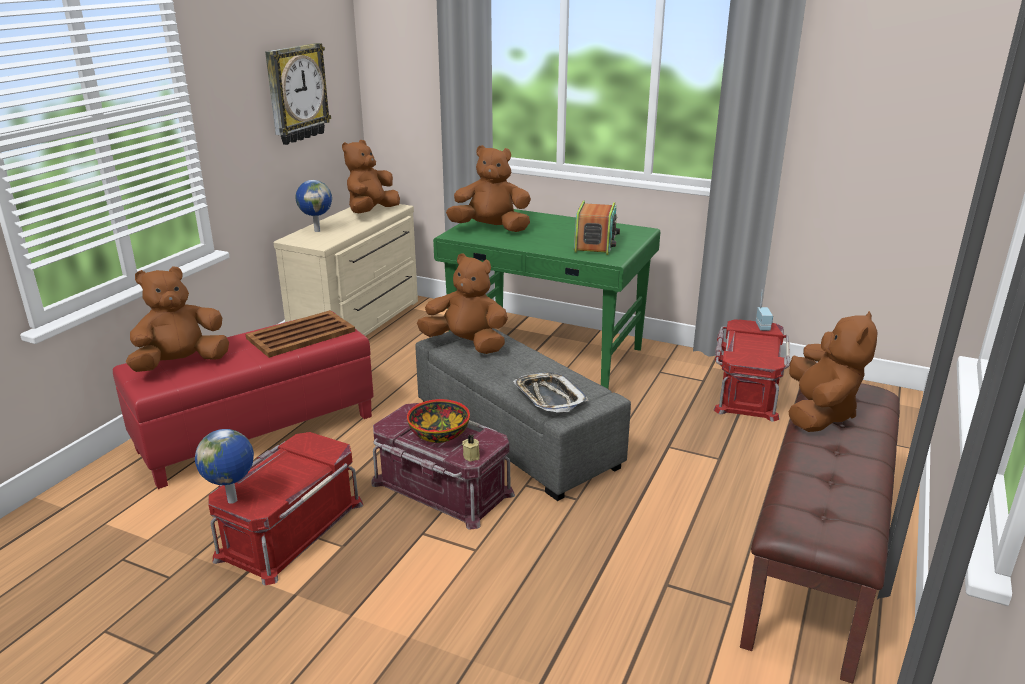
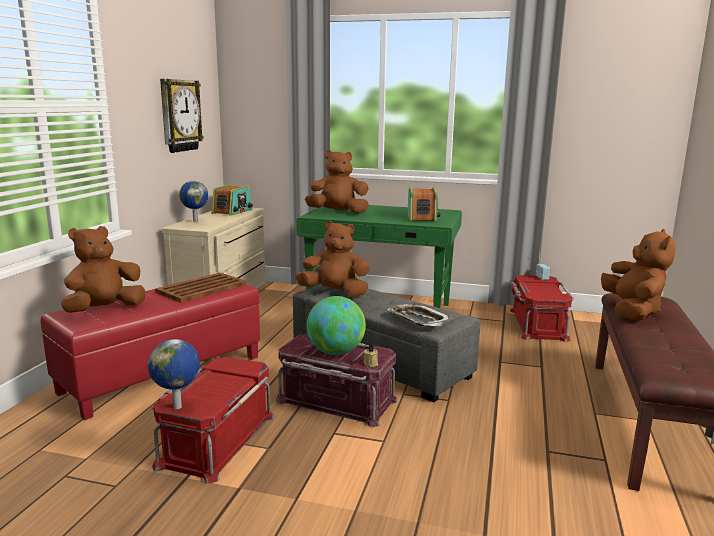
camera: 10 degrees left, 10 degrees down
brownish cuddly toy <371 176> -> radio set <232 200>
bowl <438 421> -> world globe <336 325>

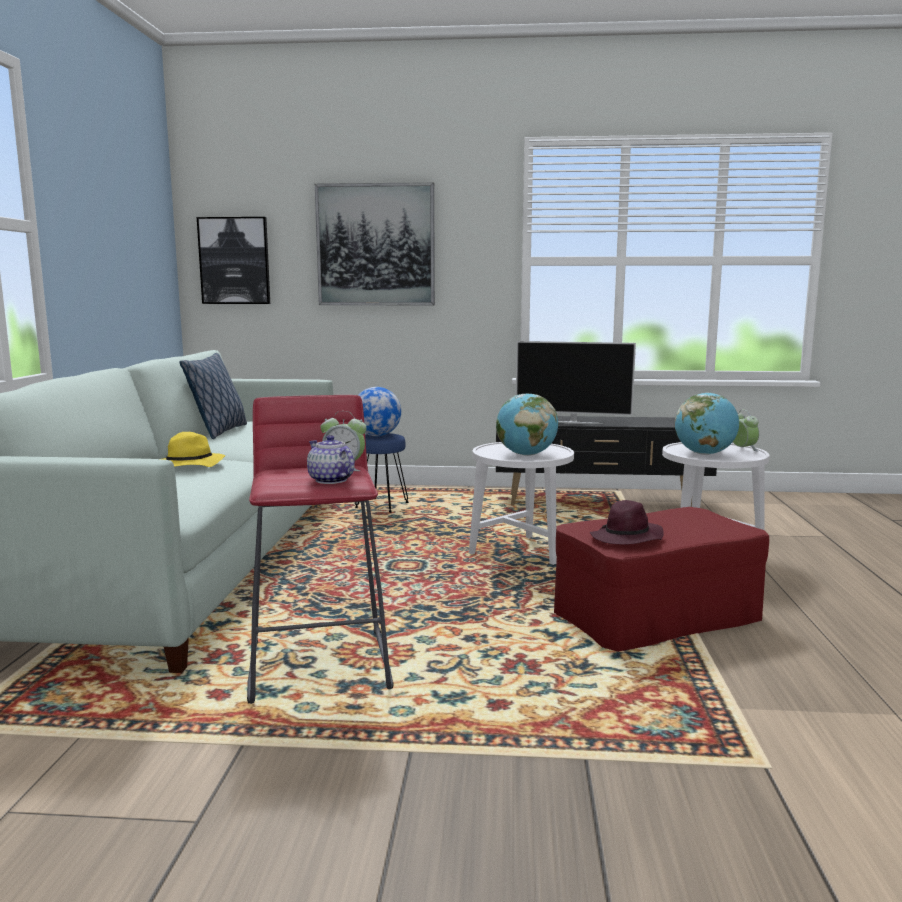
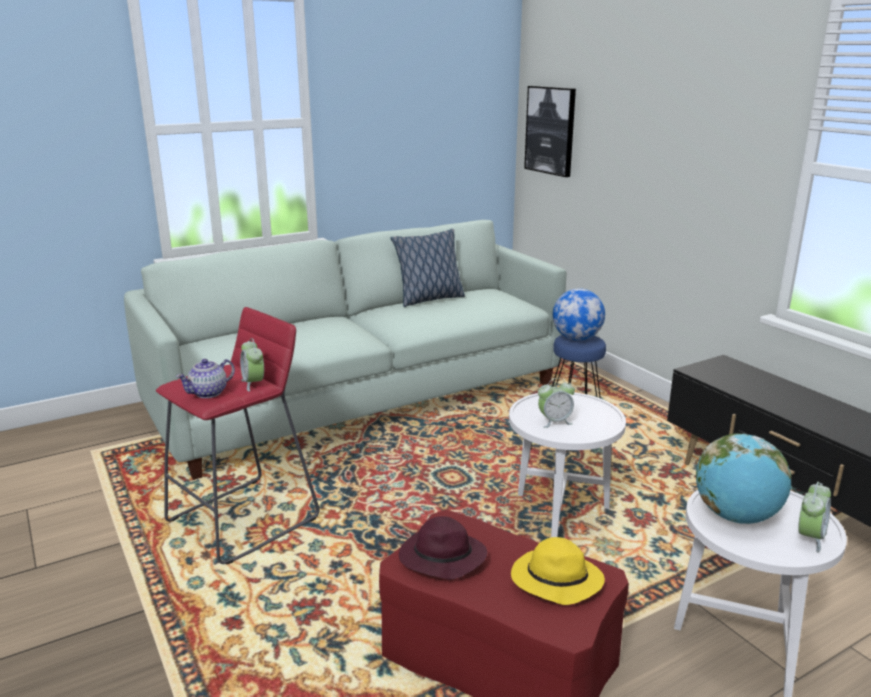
camera: 55 degrees right, 10 degrees up
picture <375 243> -> none
TV <576 382> -> none
yellow hat <194 449> -> yellow hat <558 571>, shifted
world globe <527 425> -> table clock <556 403>
pot for tea <331 459> -> pot for tea <205 378>, 150 degrees counterclockwise

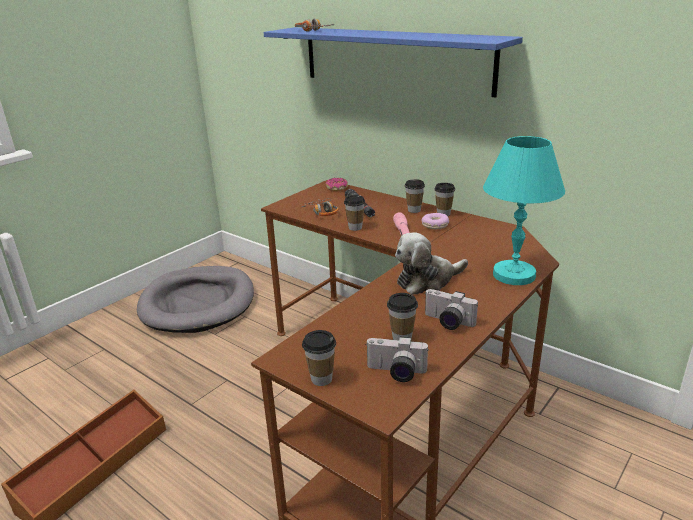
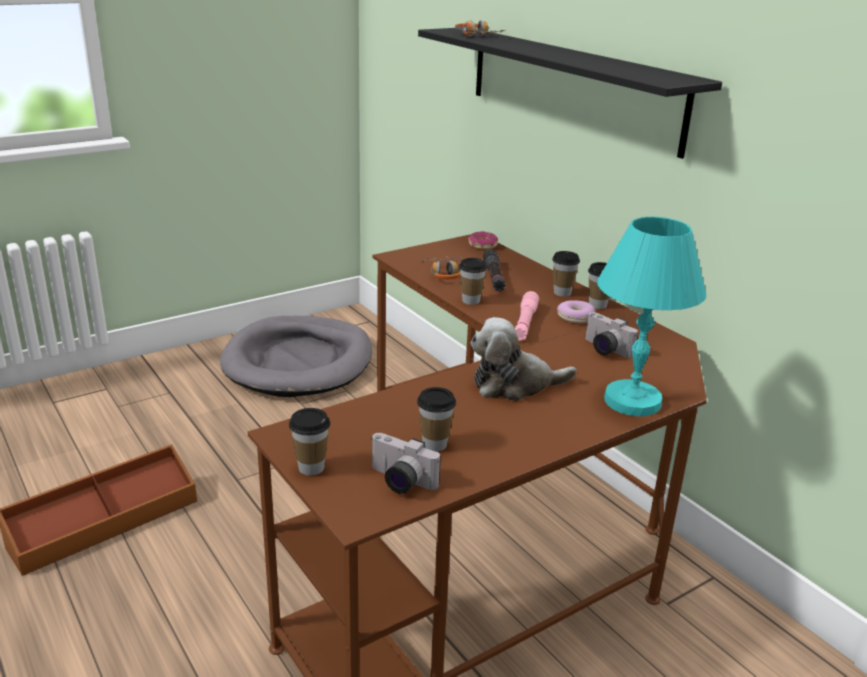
camera: 15 degrees right, 0 degrees up
still camera <451 309> -> still camera <611 335>, shifted
bluish wall shelf <393 62> -> blackish wall shelf <570 93>

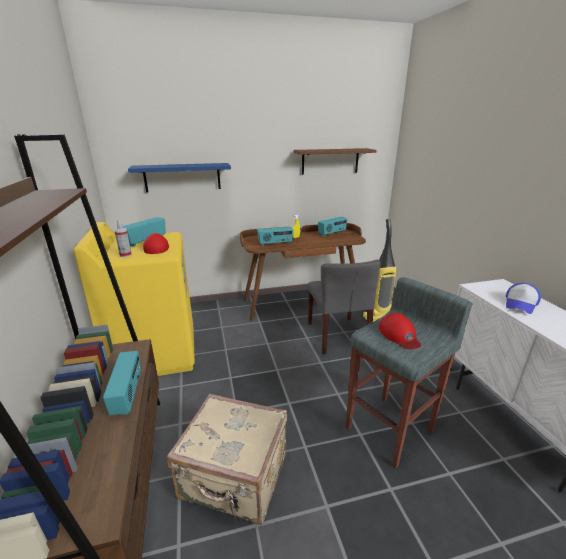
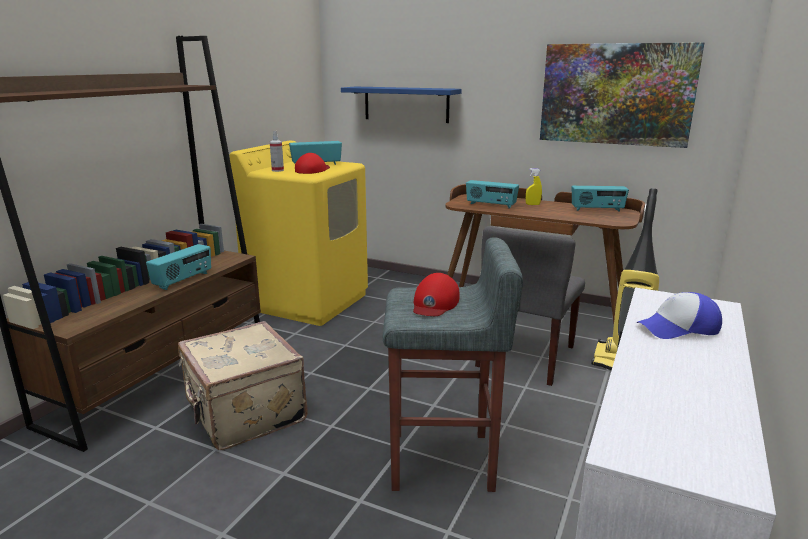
camera: 40 degrees right, 5 degrees down
brownish wall shelf <335 161> -> picture <622 95>

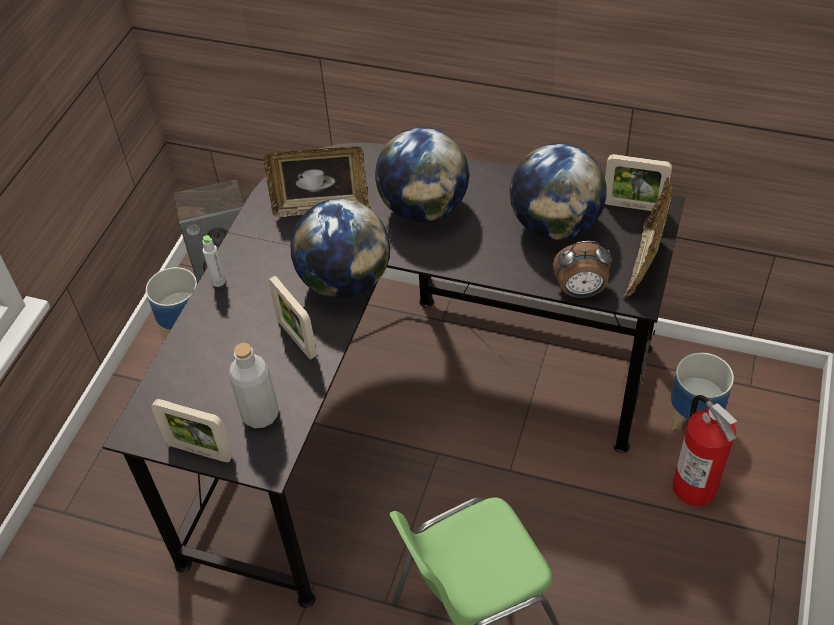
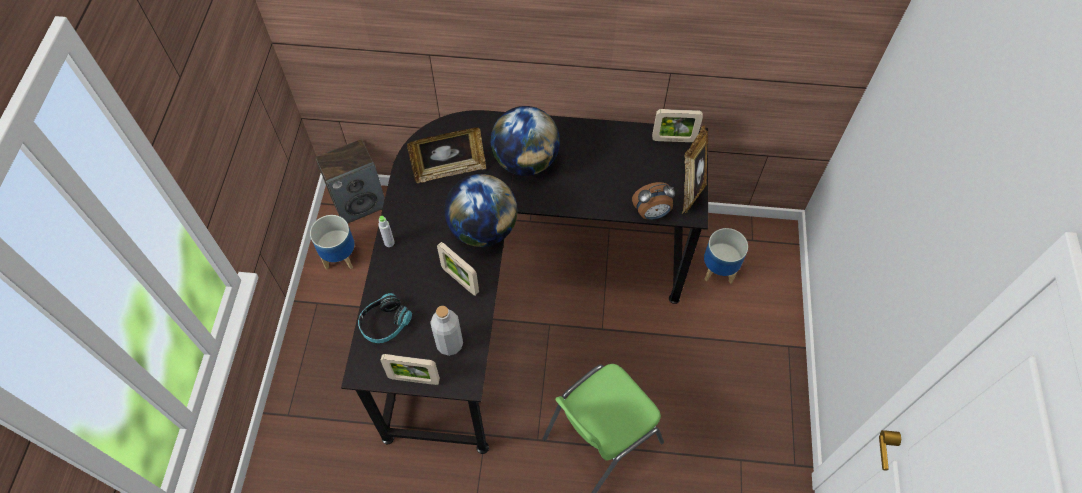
camera: 15 degrees left, 10 degrees up
world globe <558 191> -> none
extinguisher <705 450> -> none
none -> pair of headphones <385 318>

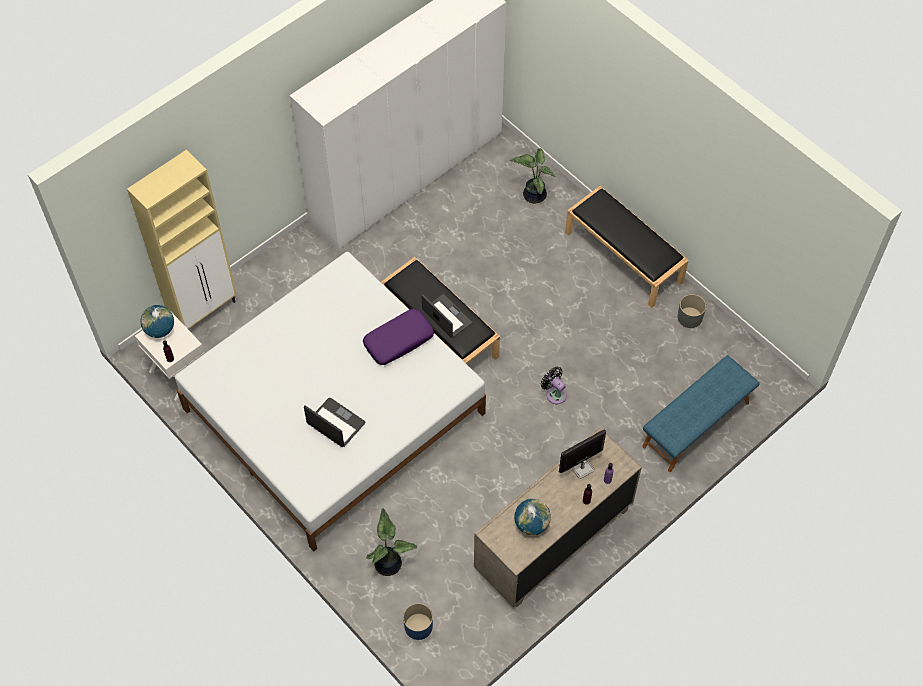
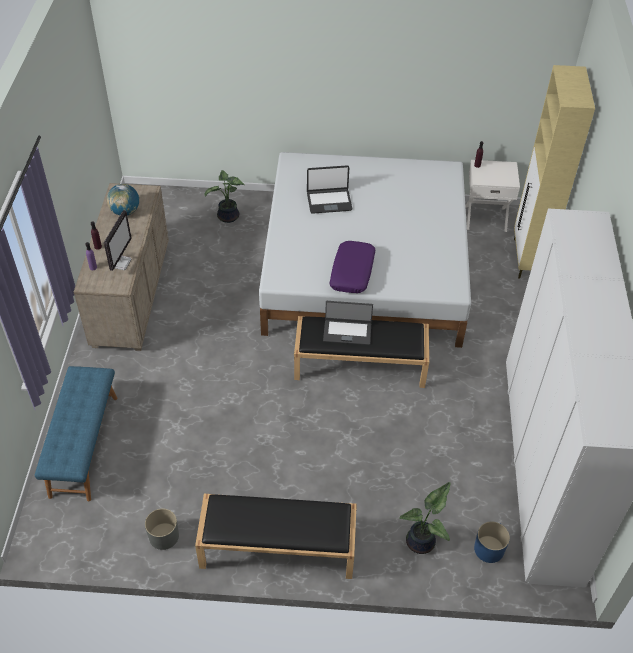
camera: 135 degrees right, 10 degrees down
world globe <157 321> -> none
blackish cooling fan <554 385> -> none
bluish plant pot <418 621> -> bluish plant pot <492 542>, shifted

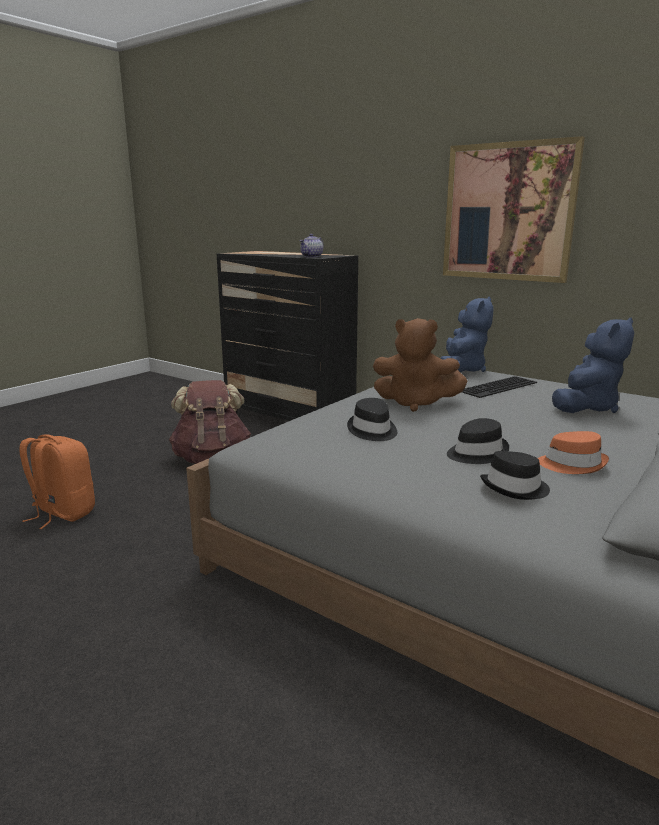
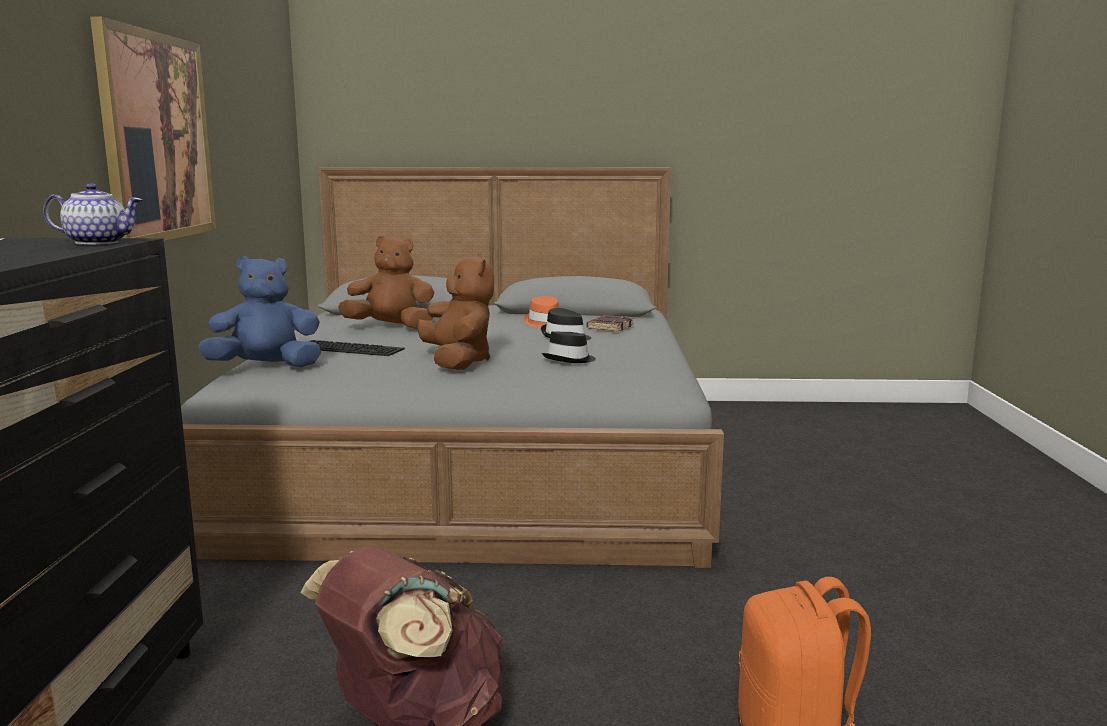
camera: 125 degrees left, 5 degrees down
blackish hat <515 475> -> brownish volume <610 323>
bluish cuddly toy <593 365> -> brownish cuddly toy <386 282>

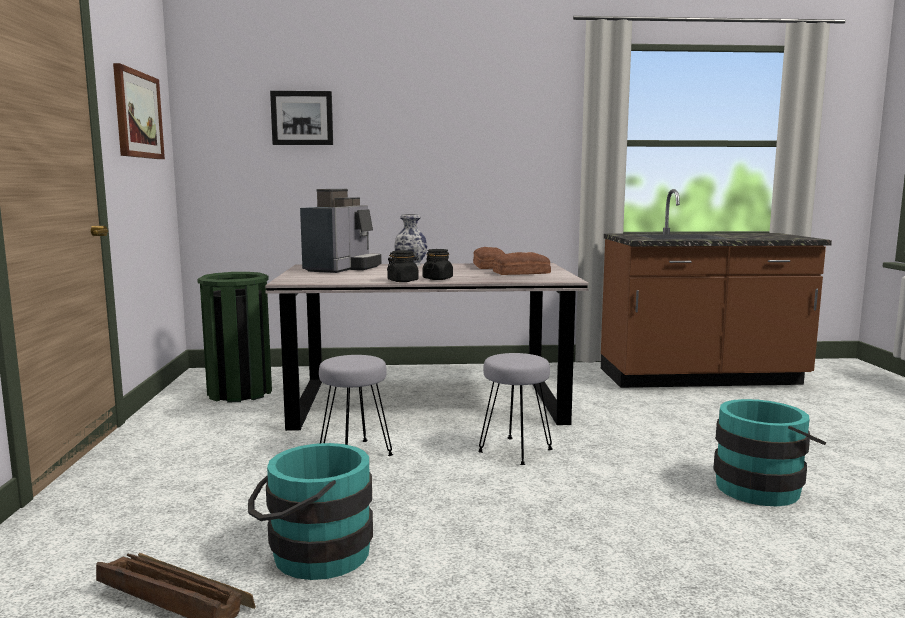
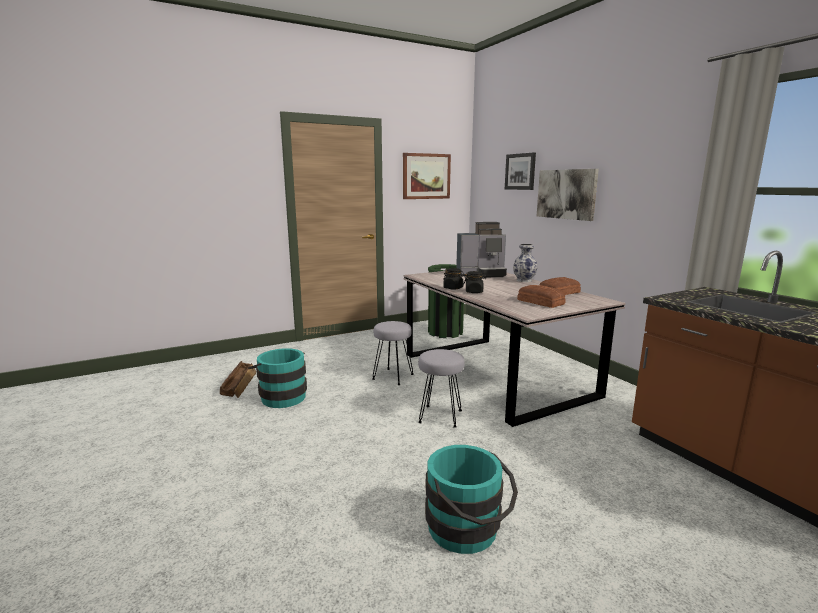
camera: 65 degrees right, 5 degrees up
none -> picture <568 195>

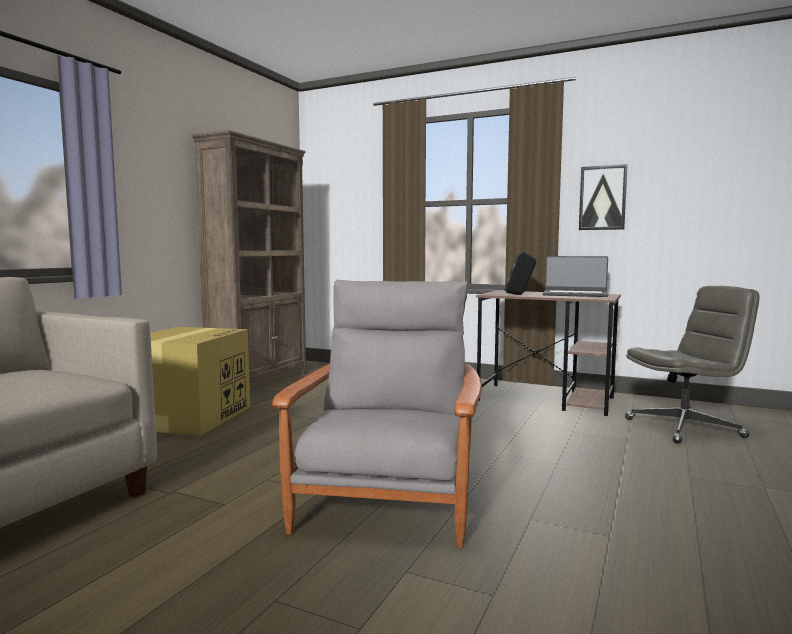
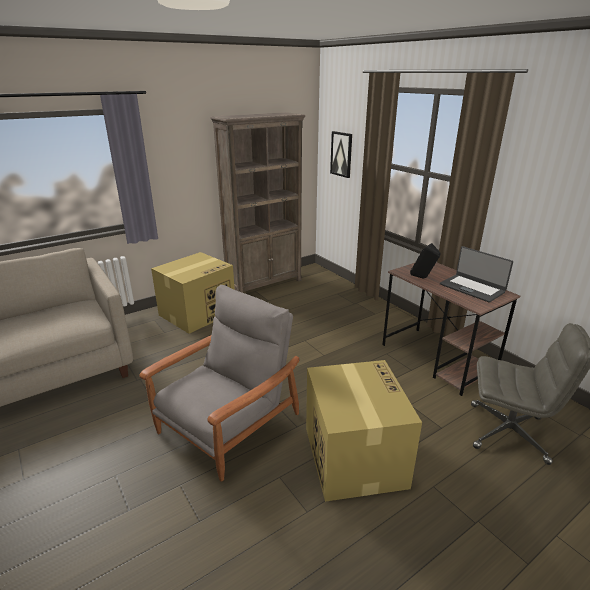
camera: 30 degrees right, 20 degrees up
none -> cardboard box <364 431>
picture <603 197> -> picture <341 154>, shifted

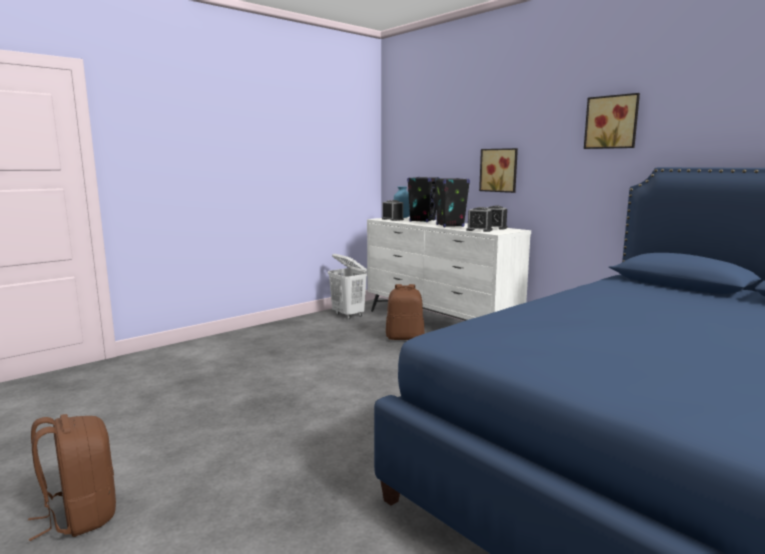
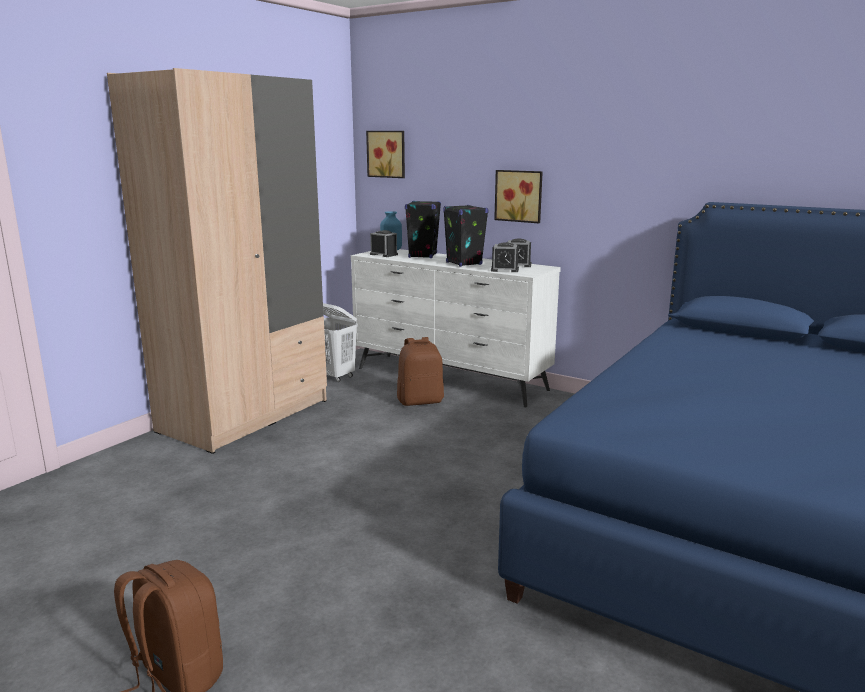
camera: 15 degrees left, 5 degrees up
none -> sand-coloured wardrobe <217 261>
picture <612 121> -> picture <385 154>, shifted

